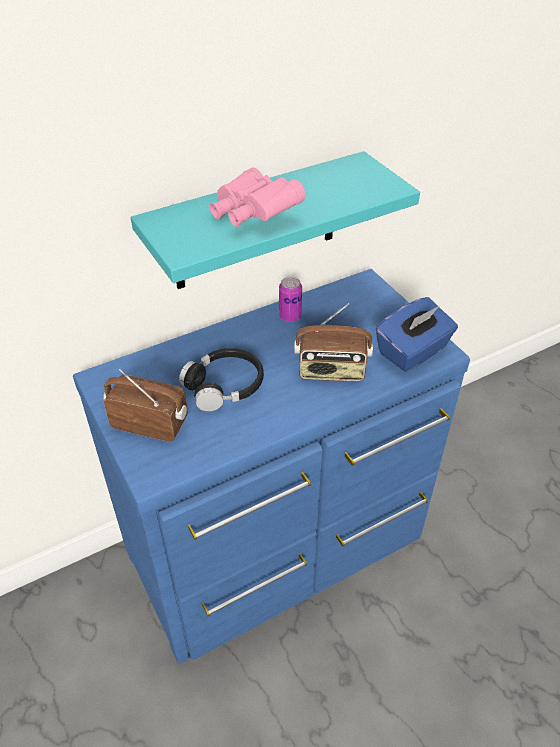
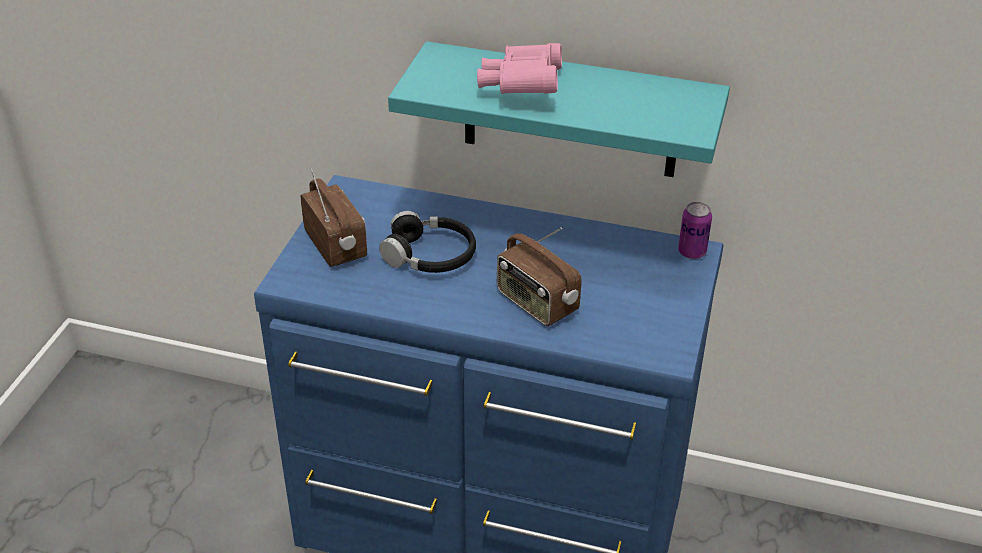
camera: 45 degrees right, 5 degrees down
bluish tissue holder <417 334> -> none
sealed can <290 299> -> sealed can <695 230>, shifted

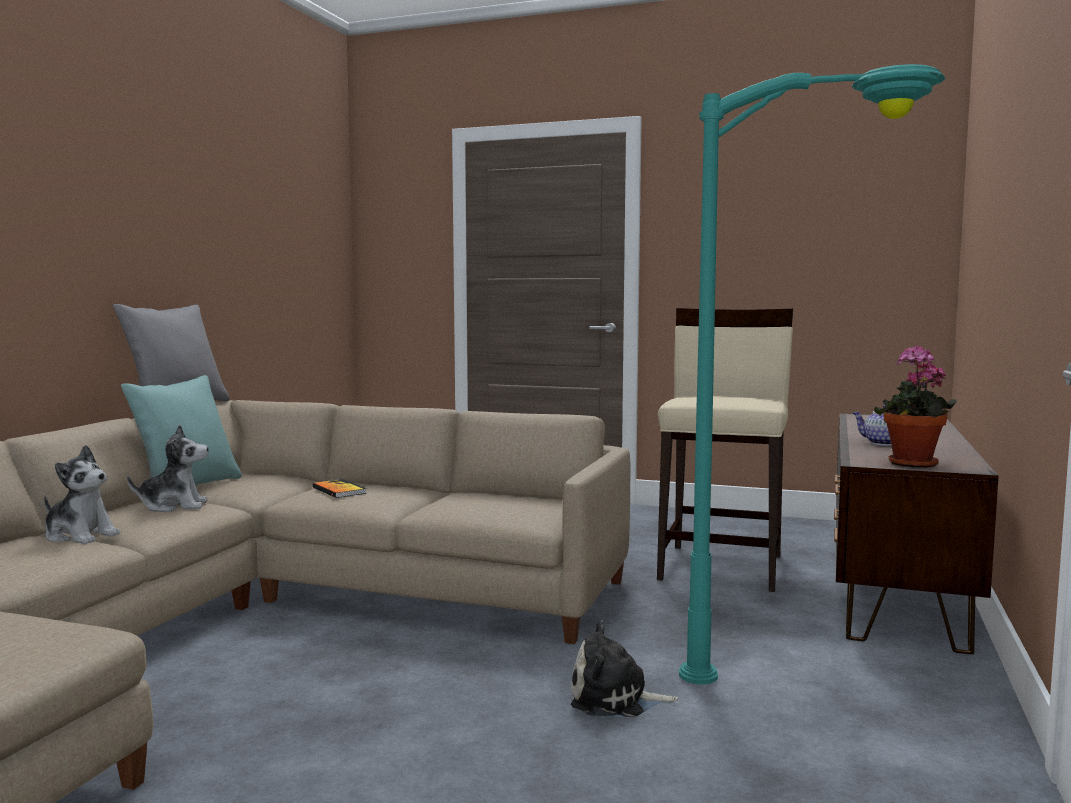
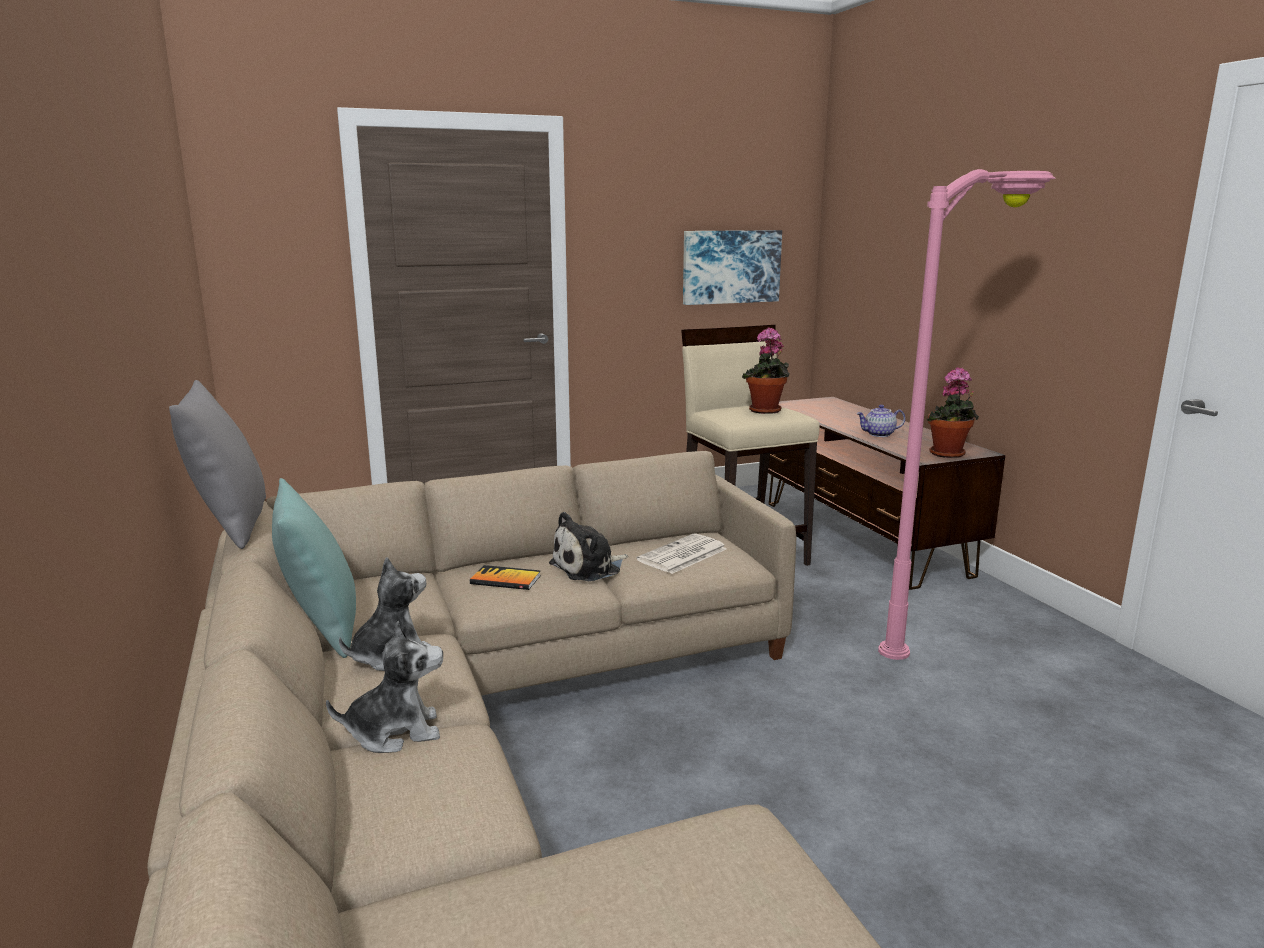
camera: 40 degrees left, 10 degrees up
none -> newspaper <682 553>
none -> picture <732 267>
none -> potted plant <766 370>
cuddly toy <624 668> -> cuddly toy <588 546>, shifted
blue-green standing lamp <812 374> -> pink standing lamp <967 414>

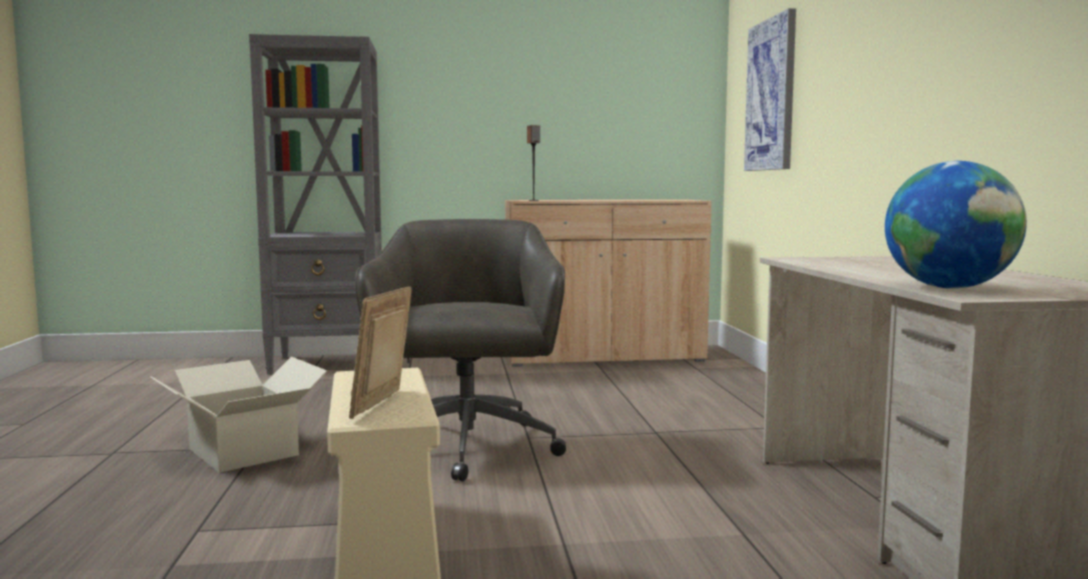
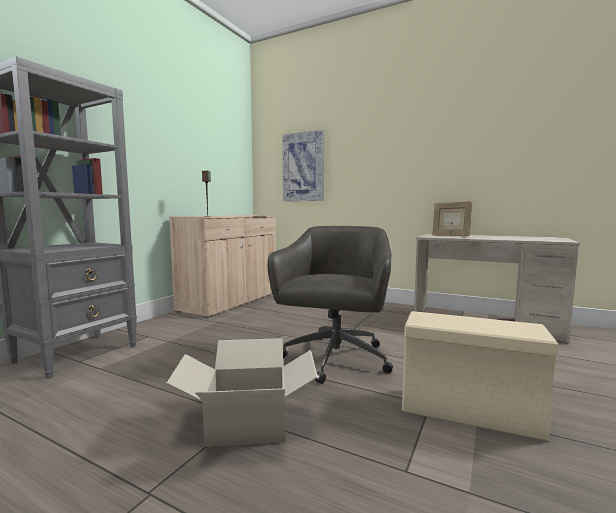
camera: 55 degrees left, 0 degrees up
world globe <956 225> -> none
standing frame <380 352> -> standing frame <452 218>, shifted
grey office chair <460 350> -> grey office chair <330 305>, 75 degrees clockwise

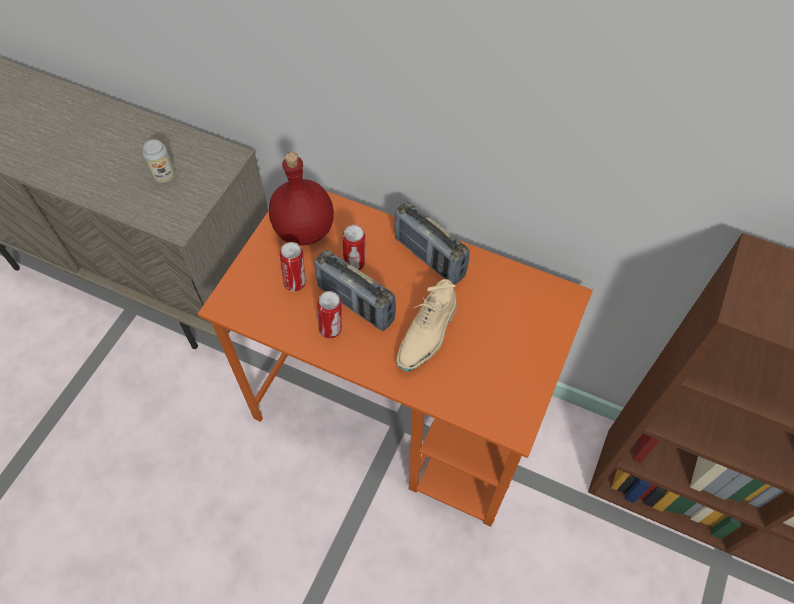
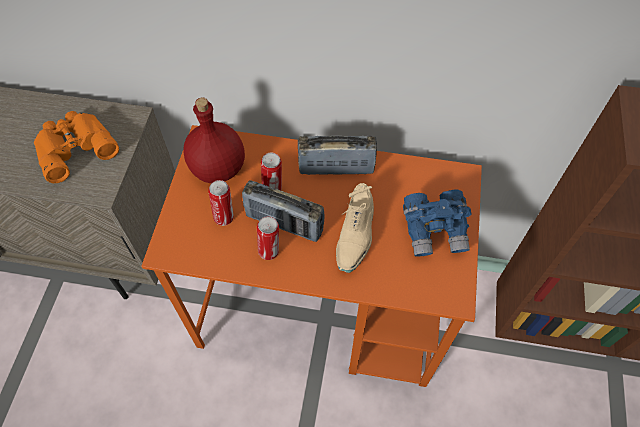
camera: 15 degrees left, 0 degrees up
none -> bluish field glasses <437 223>
sealed can <158 161> -> orange field glasses <76 147>
radio set <431 243> -> radio set <337 155>, 150 degrees clockwise

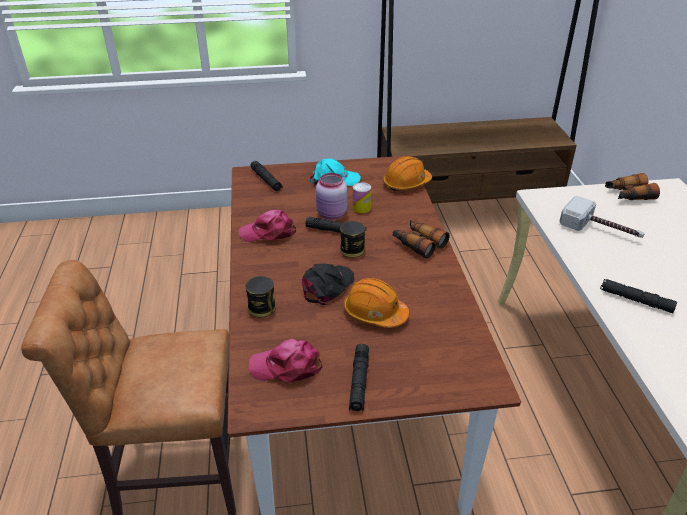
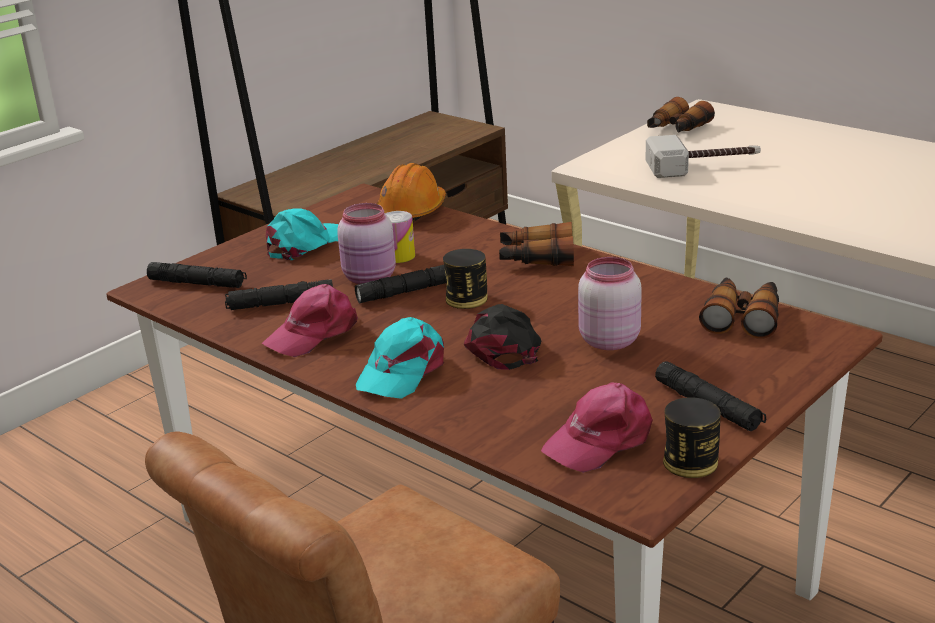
camera: 40 degrees left, 10 degrees down
none -> blue-green cap <400 358>
none -> field glasses <739 308>
sealed can <260 296> -> sealed can <692 437>, shifted
blackish torch <638 296> -> blackish torch <279 294>, shifted
orange safety helmet <376 303> -> pink storage jar <610 303>

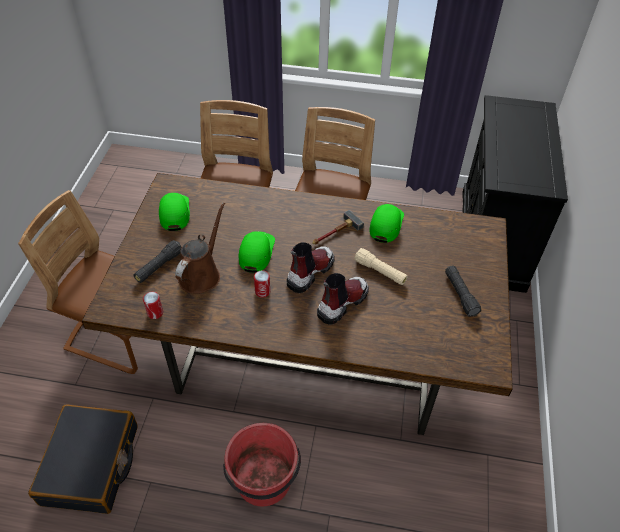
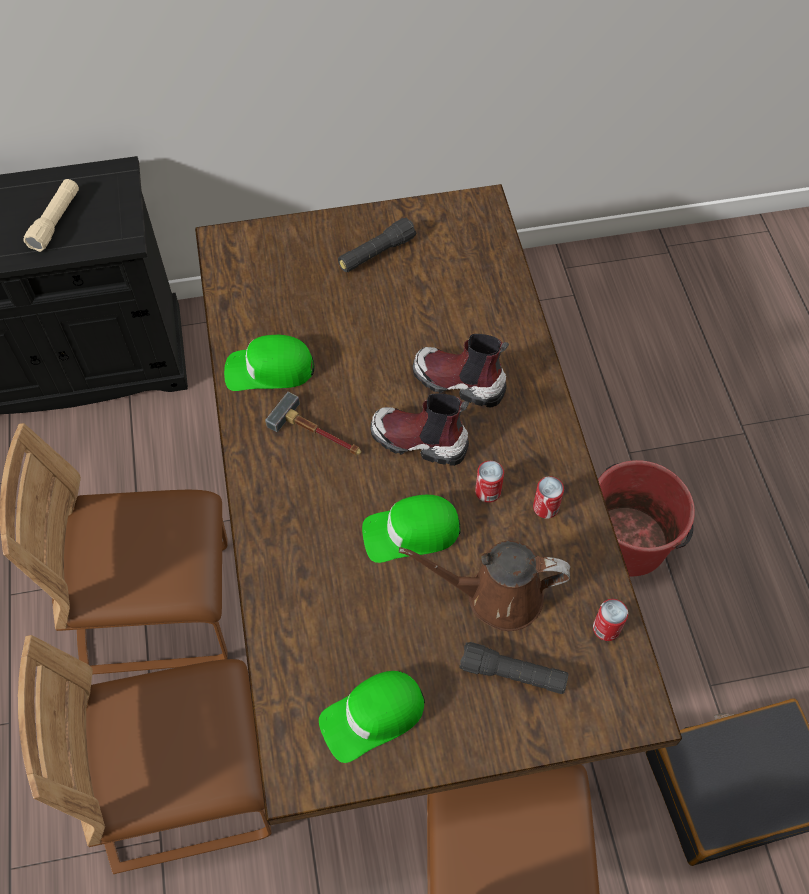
camera: 110 degrees left, 10 degrees up
none -> sealed can <548 497>
sand-coloured torch <381 266> -> sand-coloured torch <51 215>, shifted

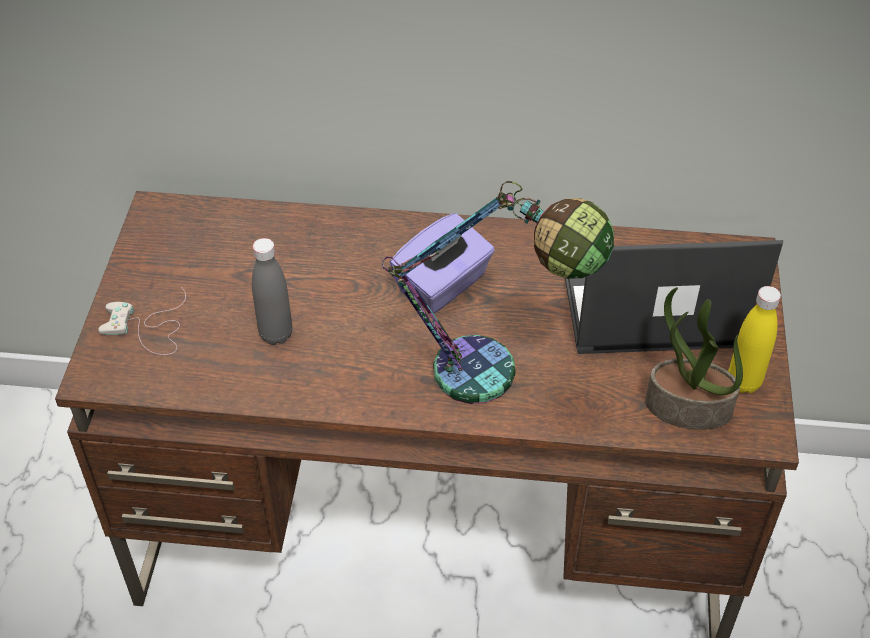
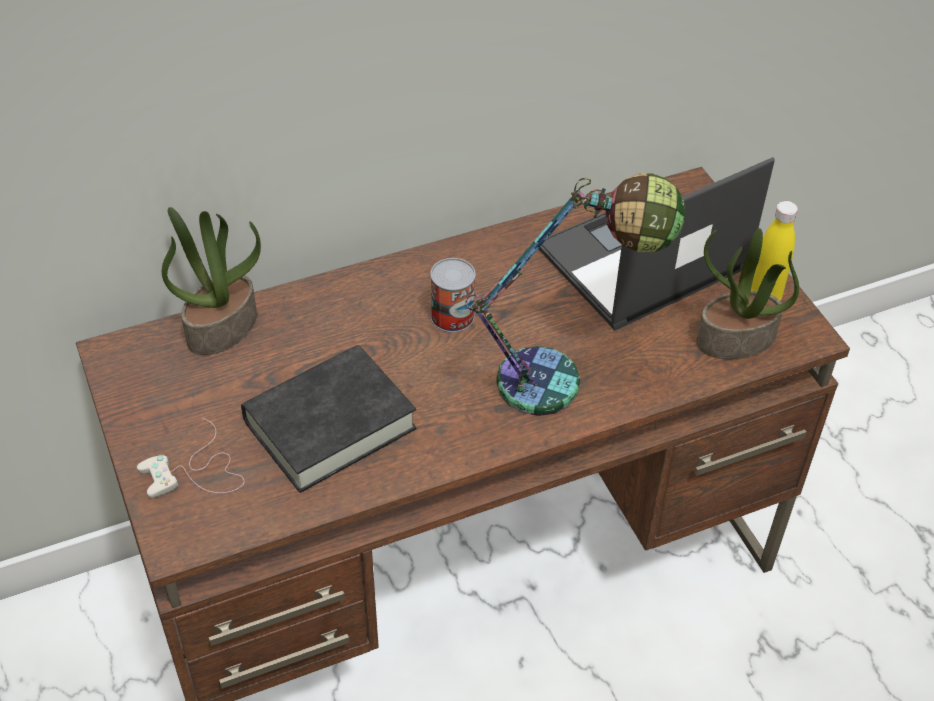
camera: 30 degrees left, 0 degrees up
none -> potted plant <211 281>
grey drink bottle <272 291> -> blackish volume <329 419>
purple tissue holder <442 263> -> sealed can <453 295>

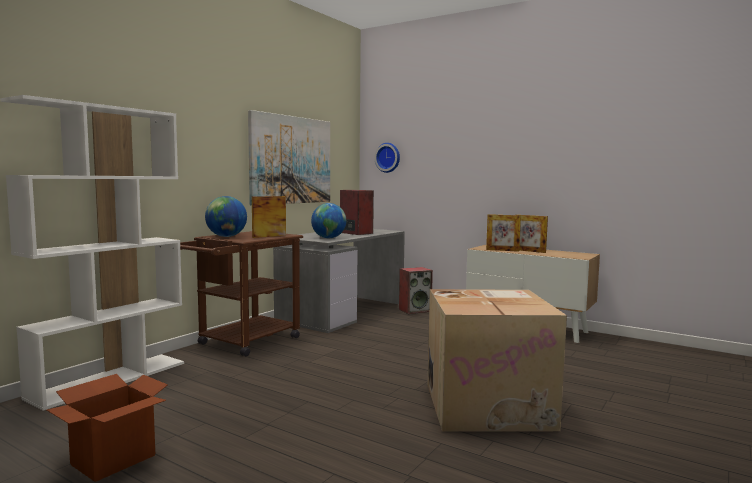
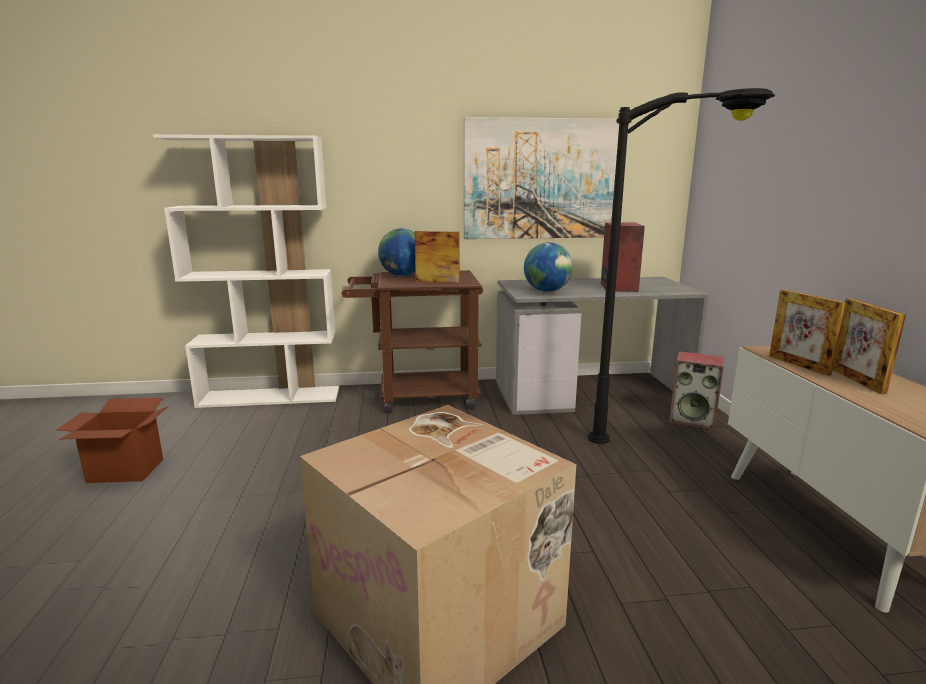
camera: 50 degrees right, 10 degrees up
clock on the wall <387 158> -> none
none -> blackish standing lamp <681 266>

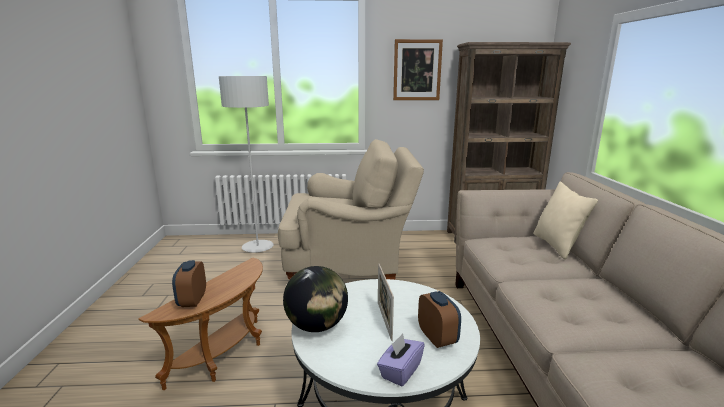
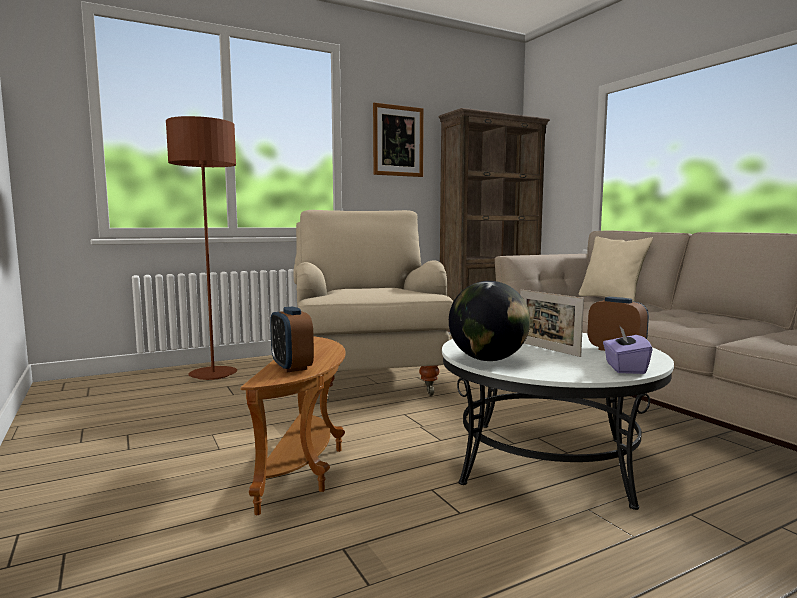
camera: 25 degrees left, 10 degrees down
grey standing lamp <246 164> -> brownish standing lamp <201 248>
sand-coloured armchair <351 209> -> sand-coloured armchair <374 305>, 75 degrees counterclockwise

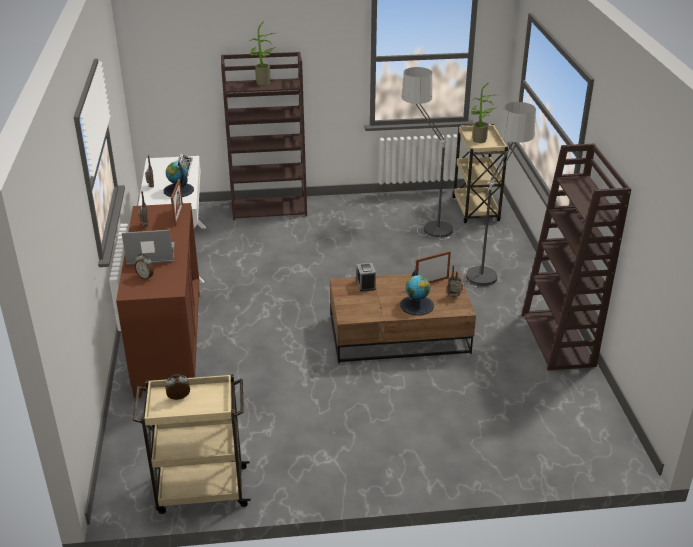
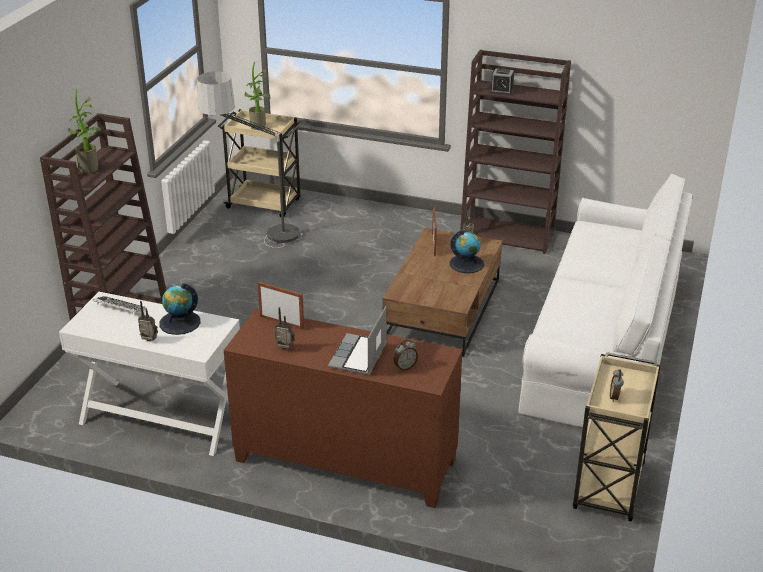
camera: 65 degrees left, 0 degrees up
standing lamp <500 195> -> none
none -> whitish settee <605 300>
table clock <366 277> -> table clock <502 81>, shifted

